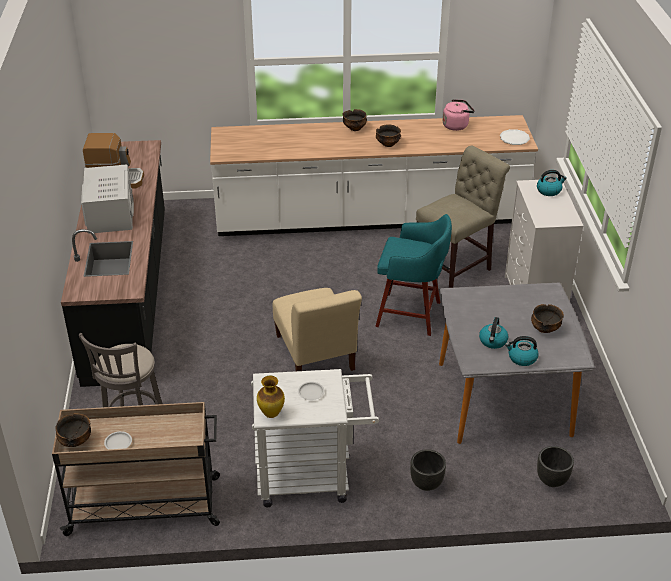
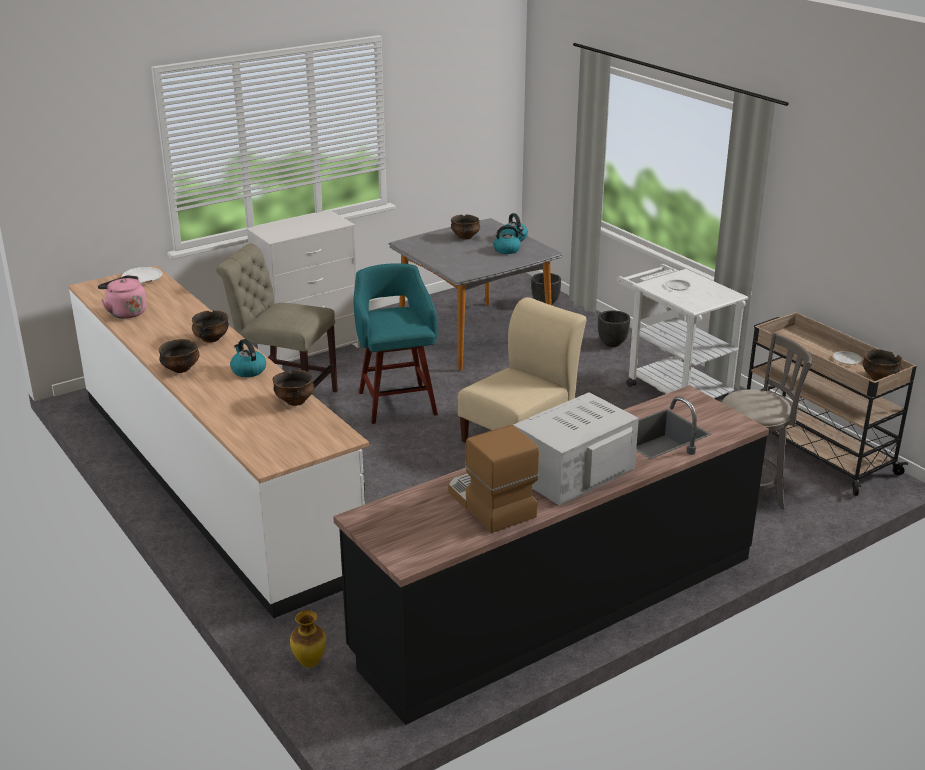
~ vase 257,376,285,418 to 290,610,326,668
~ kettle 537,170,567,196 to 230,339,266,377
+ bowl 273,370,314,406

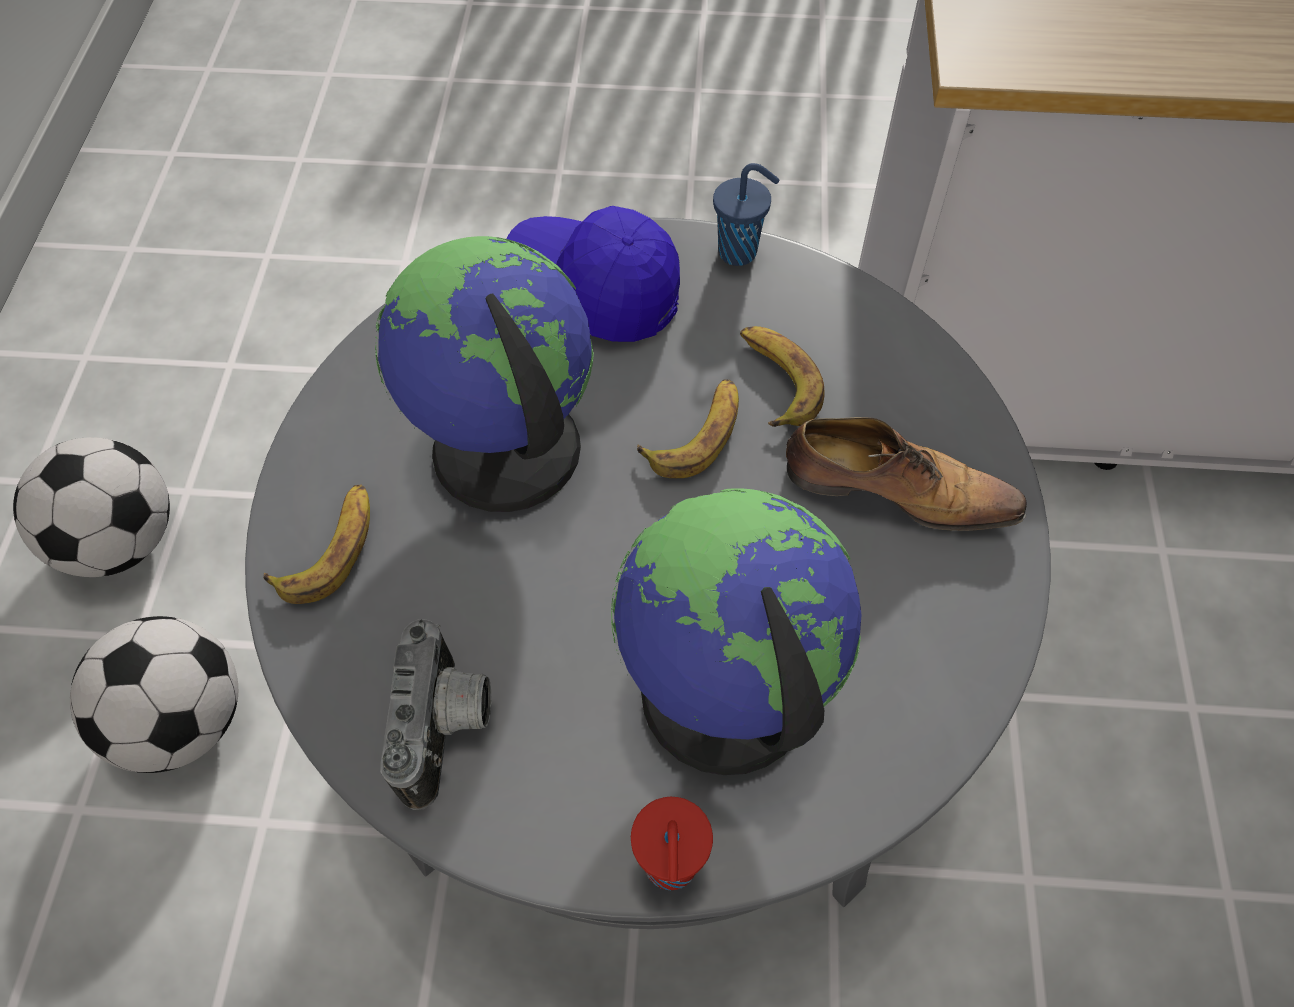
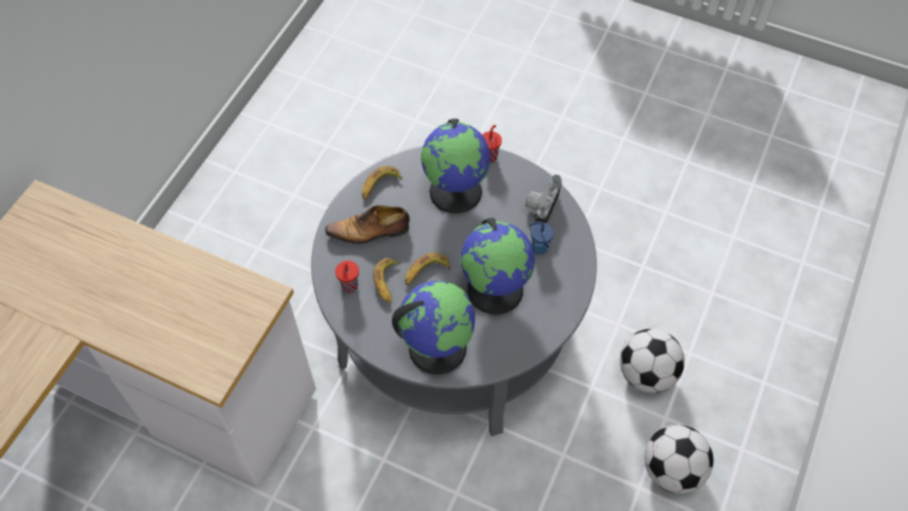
~ banana 263,485,370,604 to 362,166,402,200
~ blue cap 506,206,680,342 to globe 392,281,475,375
~ blue cup 713,163,779,266 to 529,221,554,255
~ shoe 786,417,1027,531 = 325,205,410,244 45 degrees counterclockwise
+ red cup 335,261,359,293

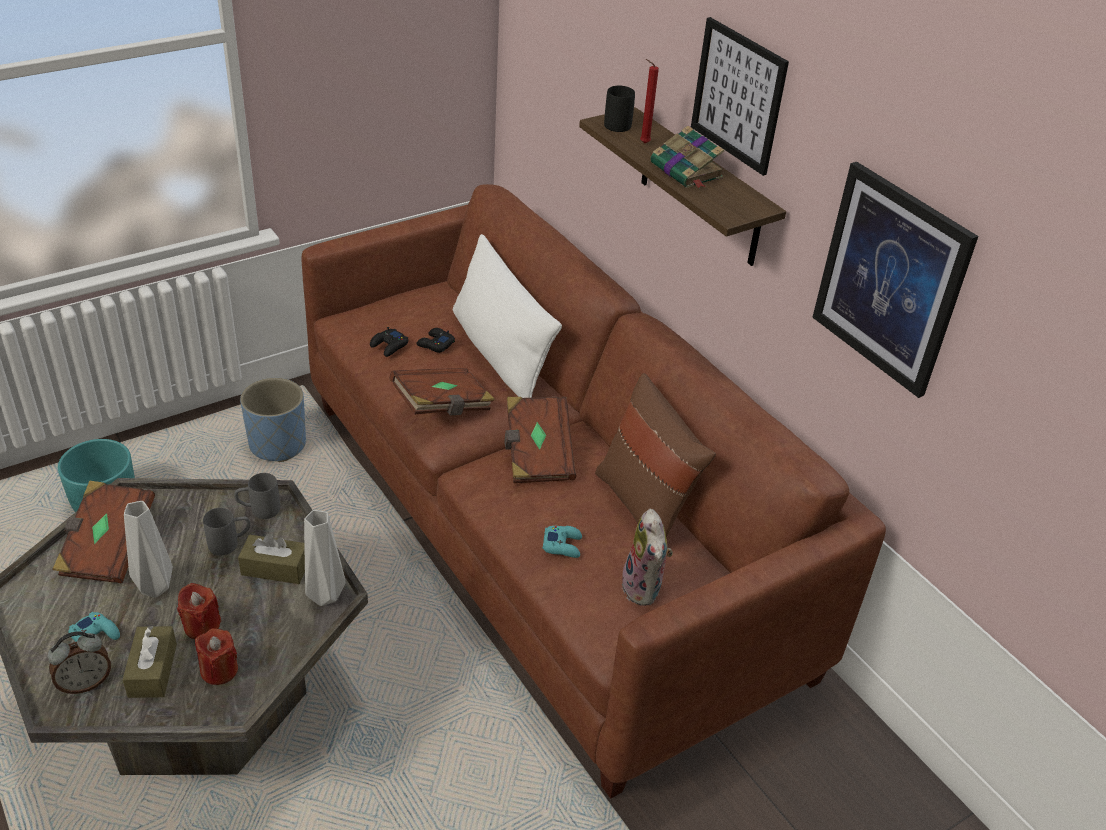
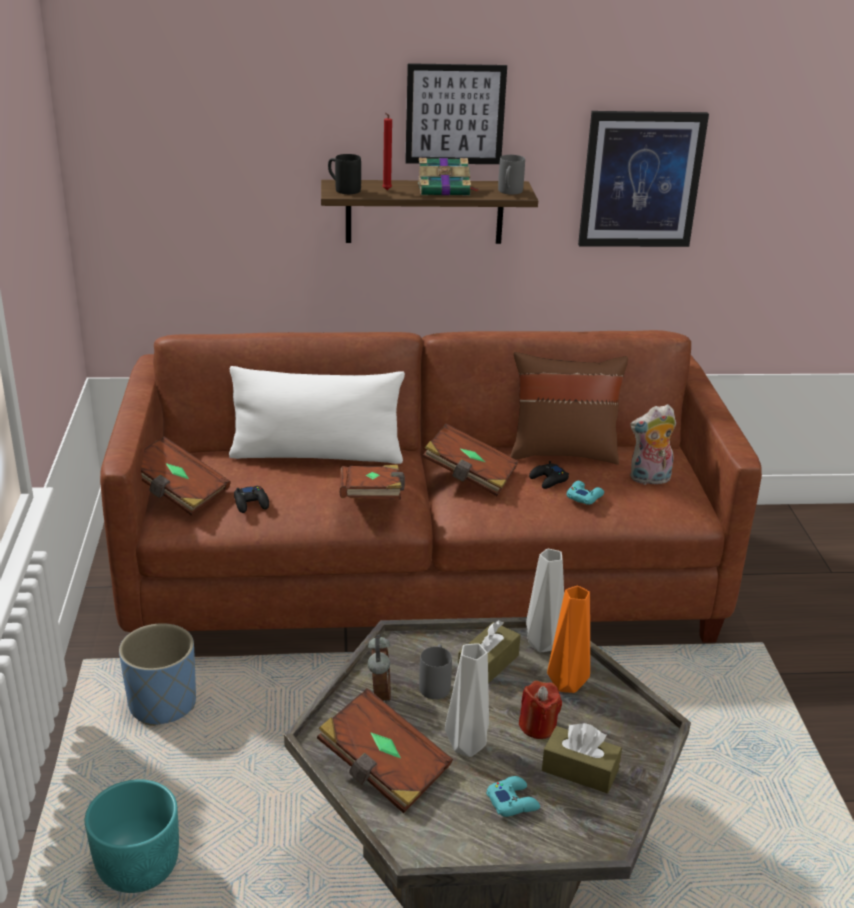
~ alarm clock 47,631,111,694 to 368,635,391,702
- red candle 195,628,238,685
~ grey mug 234,473,280,519 to 498,155,525,195
~ black game controller 416,328,455,353 to 529,461,569,489
~ plush toy 621,509,673,606 = 630,404,676,485 150 degrees clockwise
+ brown book 141,437,231,516
+ orange vase 547,586,590,693

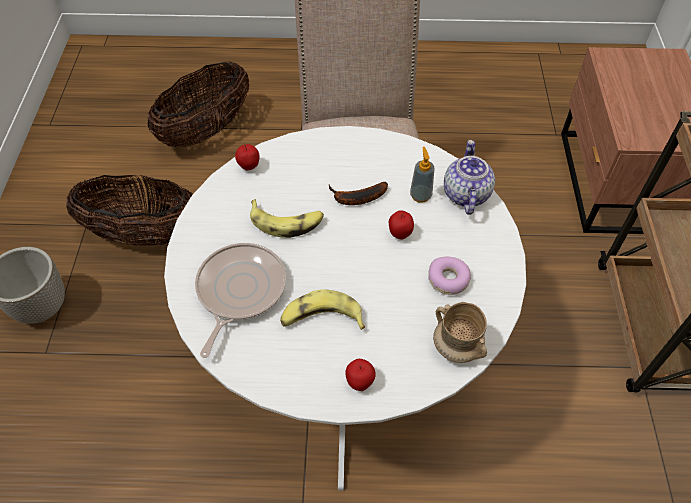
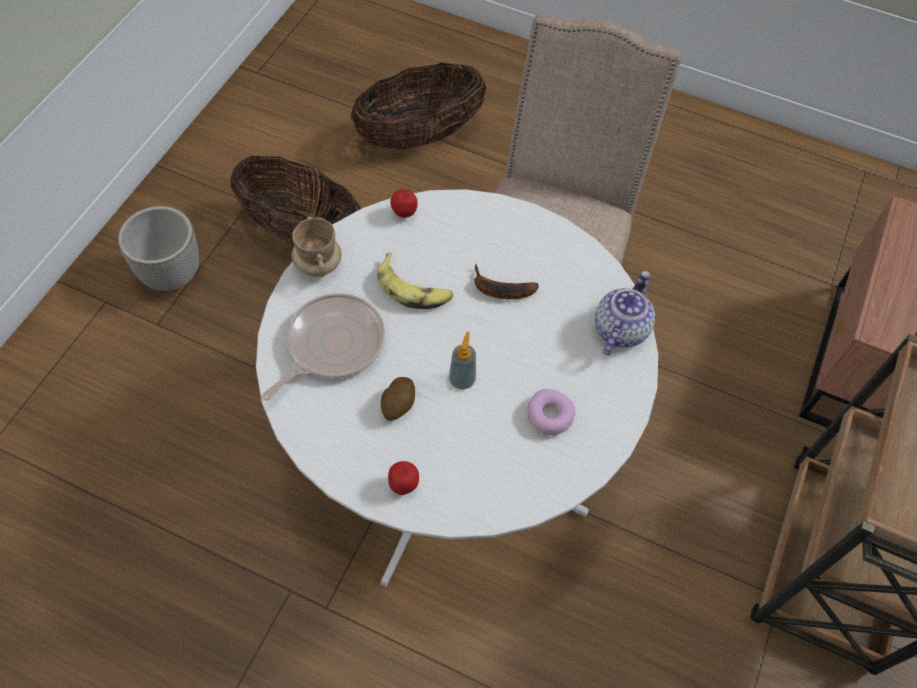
~ banana 280,289,365,330 to potato 381,377,415,421
- apple 389,210,414,240
~ soap dispenser 410,147,434,203 to 449,332,476,389
~ beige mug 433,302,487,363 to 292,217,342,277

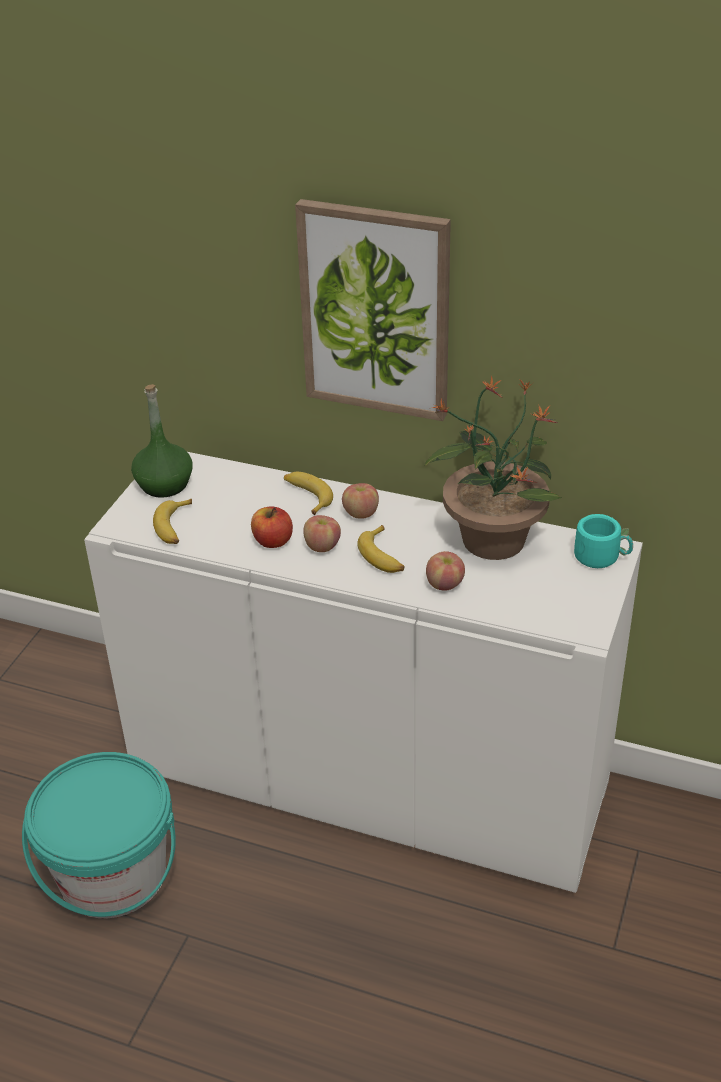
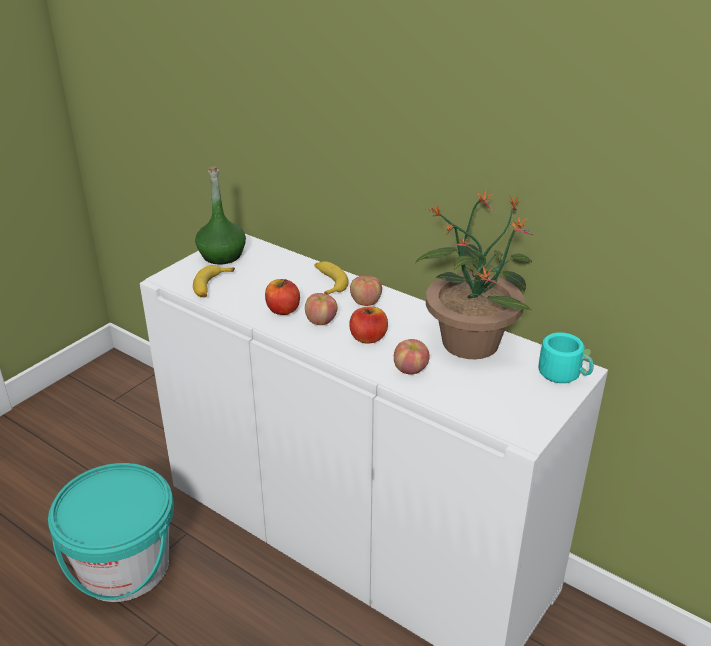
- picture 295,199,451,421
~ banana 357,525,404,573 to apple 349,306,388,343

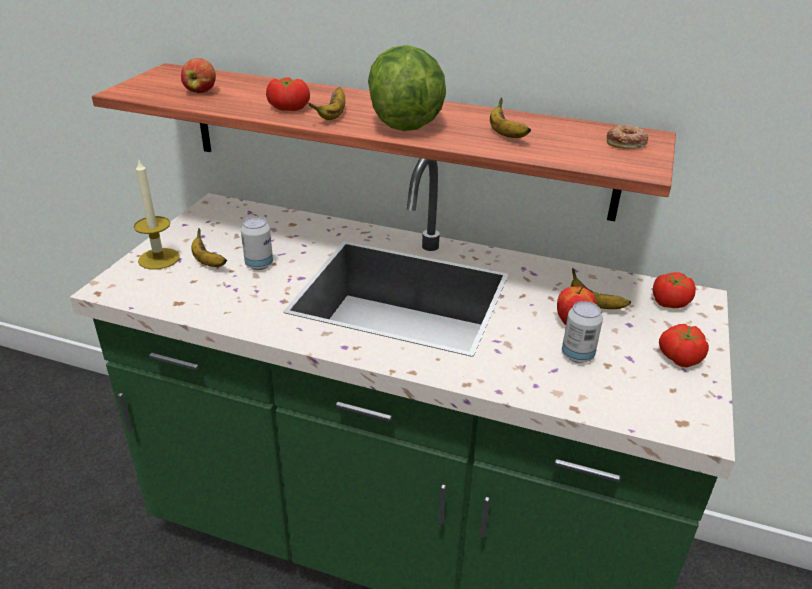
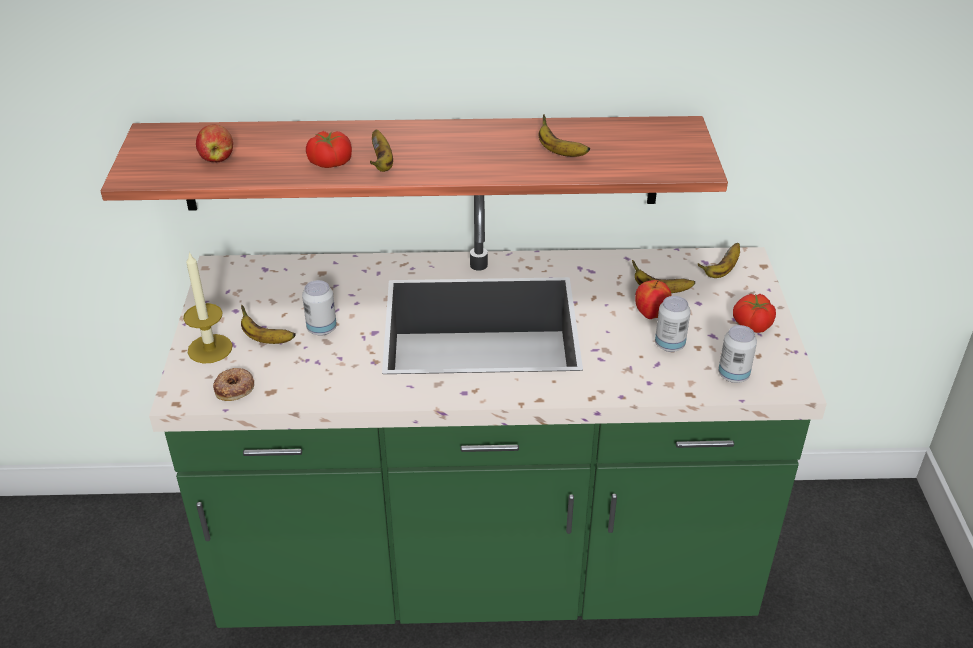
- lettuce 368,45,446,131
~ donut 607,125,648,149 to 213,368,254,401
~ tomato 653,272,696,308 to banana 698,243,740,278
+ can 718,325,757,383

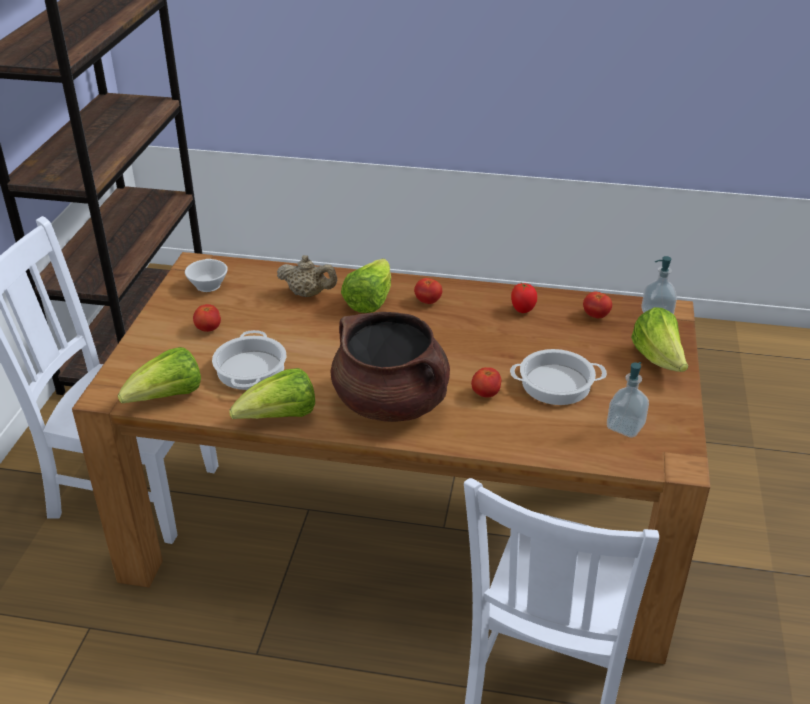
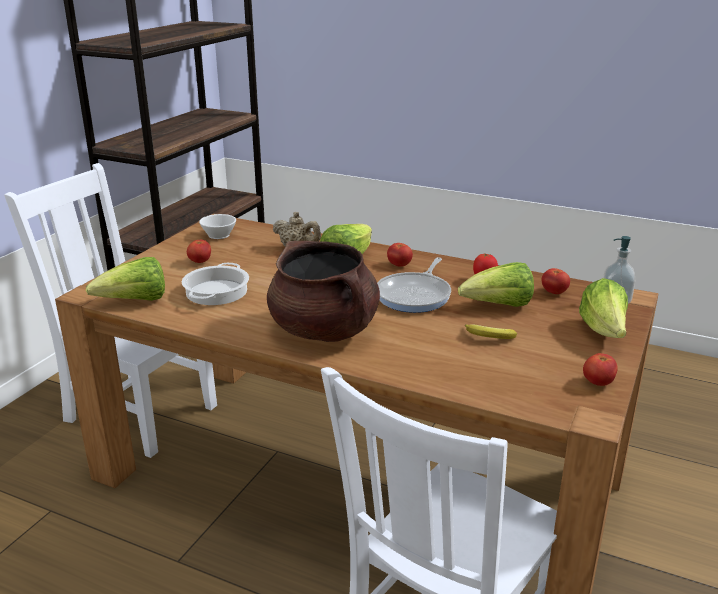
~ lettuce 229,368,315,419 to 458,262,534,307
~ tomato 471,367,502,397 to 583,353,618,386
~ cooking pot 510,349,607,405 to banana 465,324,517,339
- soap dispenser 607,362,649,438
+ frying pan 377,257,451,313

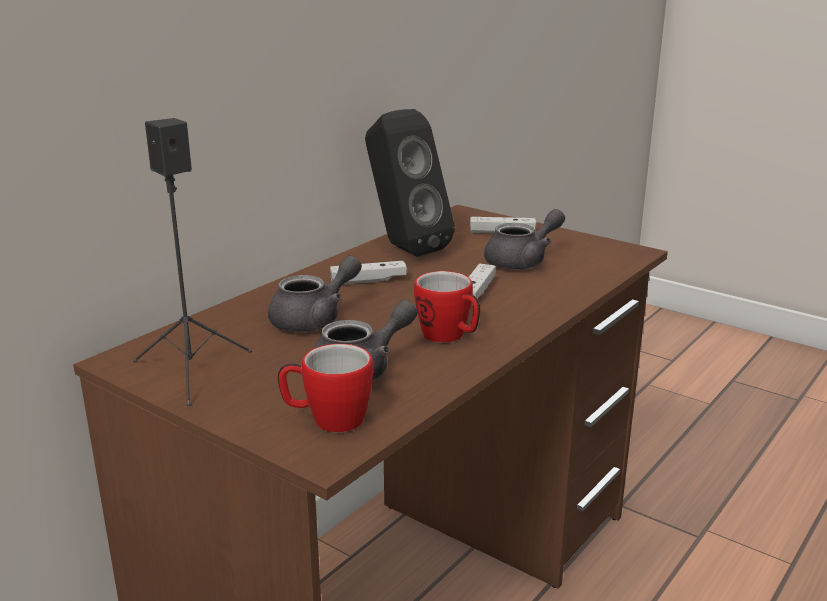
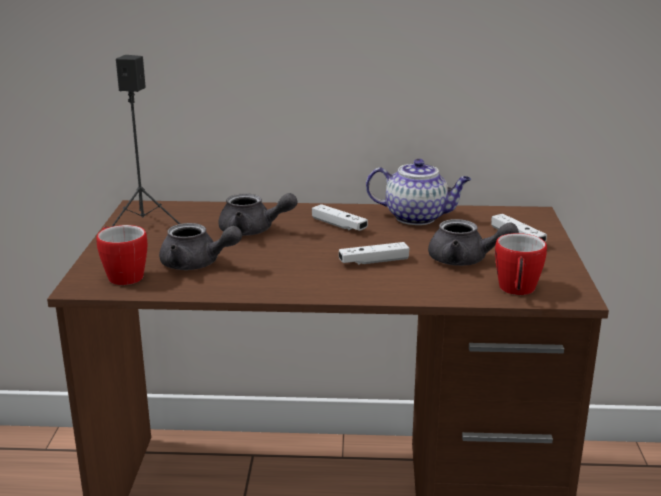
~ black speaker 365,109,455,257 to teapot 366,159,471,225
~ mug 414,271,480,343 to 495,233,547,295

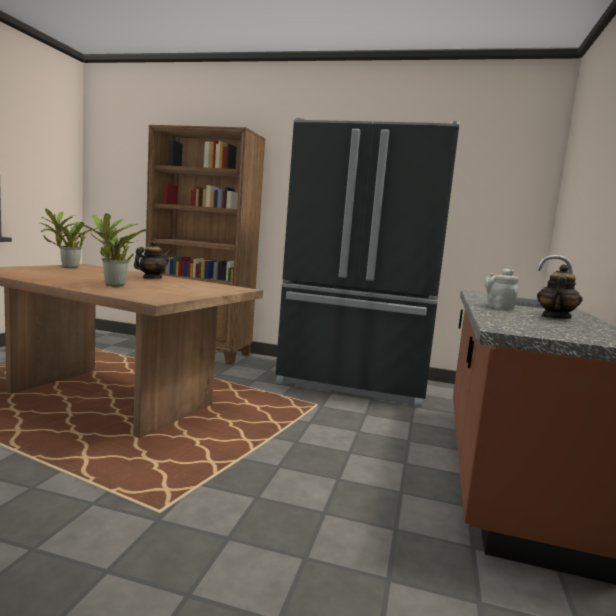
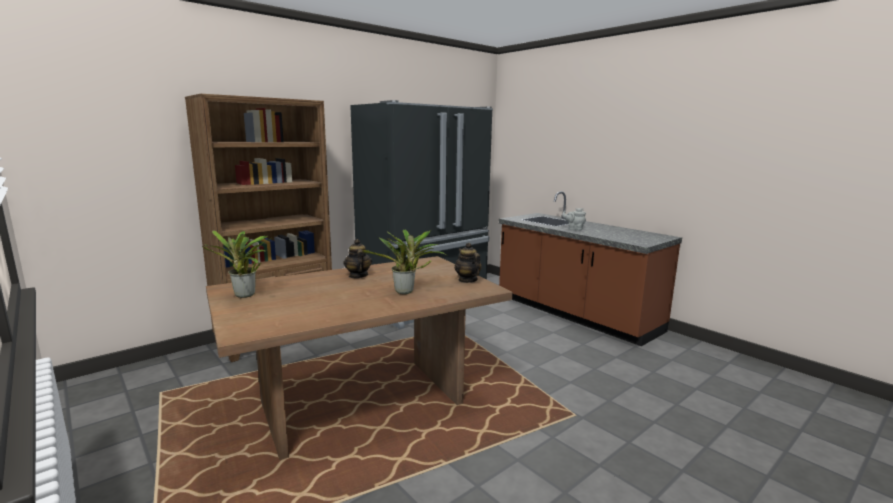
~ teapot 537,264,583,319 to 455,243,482,283

